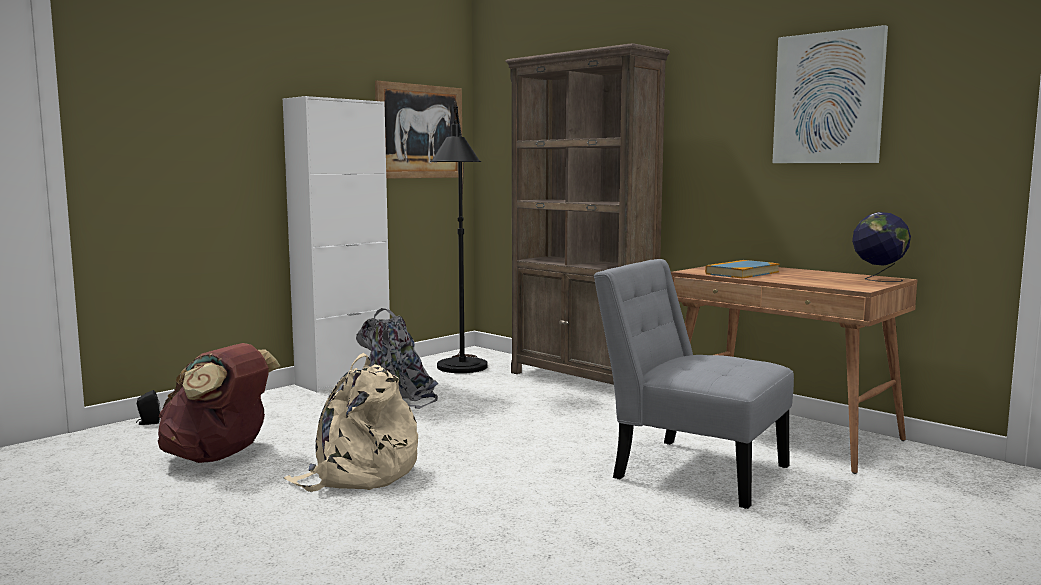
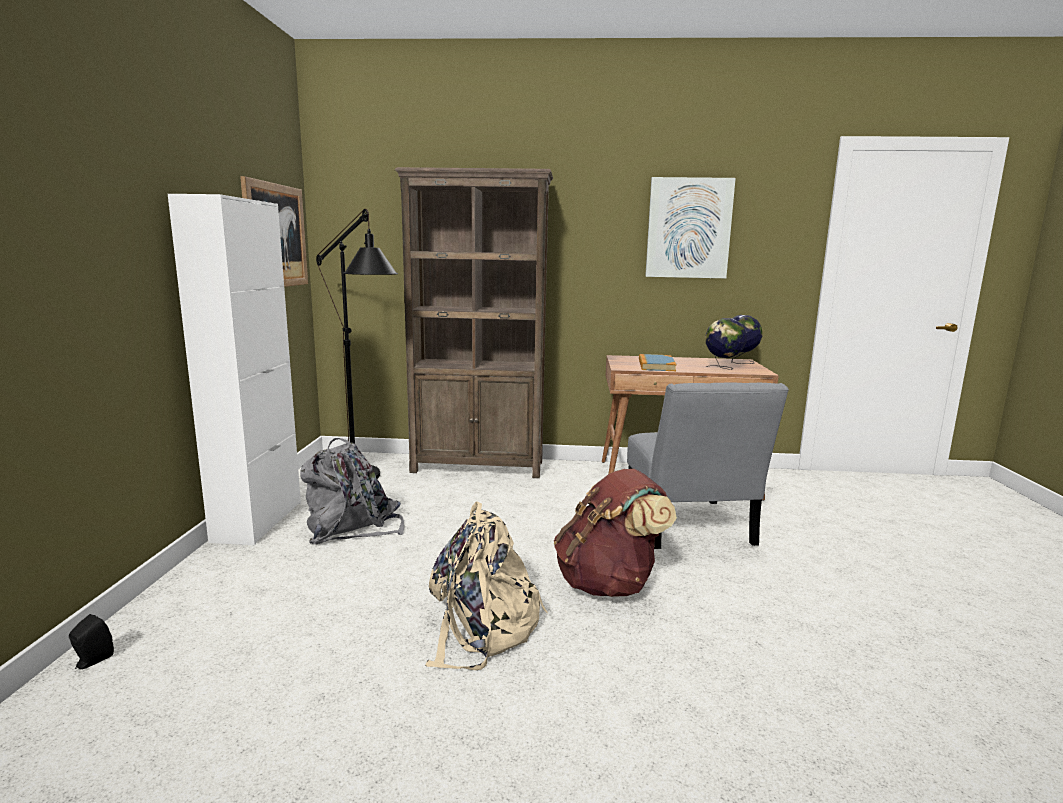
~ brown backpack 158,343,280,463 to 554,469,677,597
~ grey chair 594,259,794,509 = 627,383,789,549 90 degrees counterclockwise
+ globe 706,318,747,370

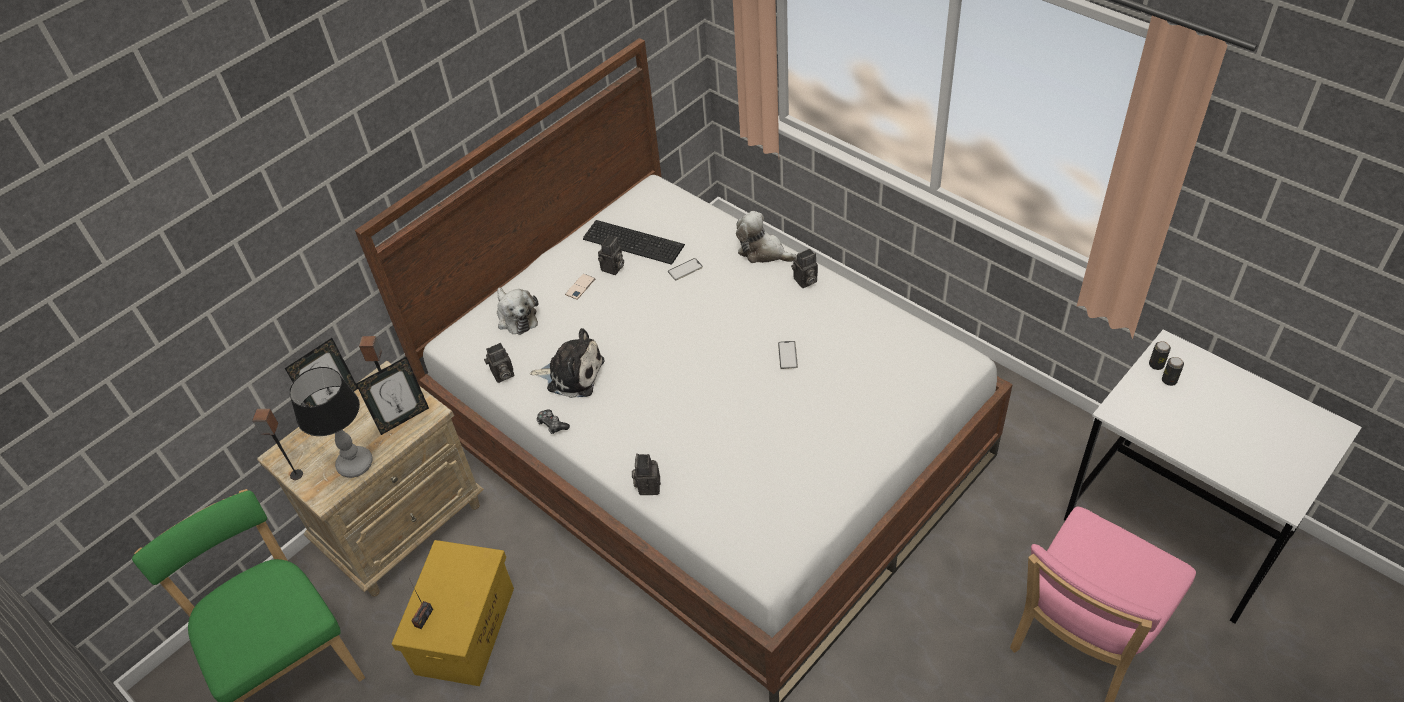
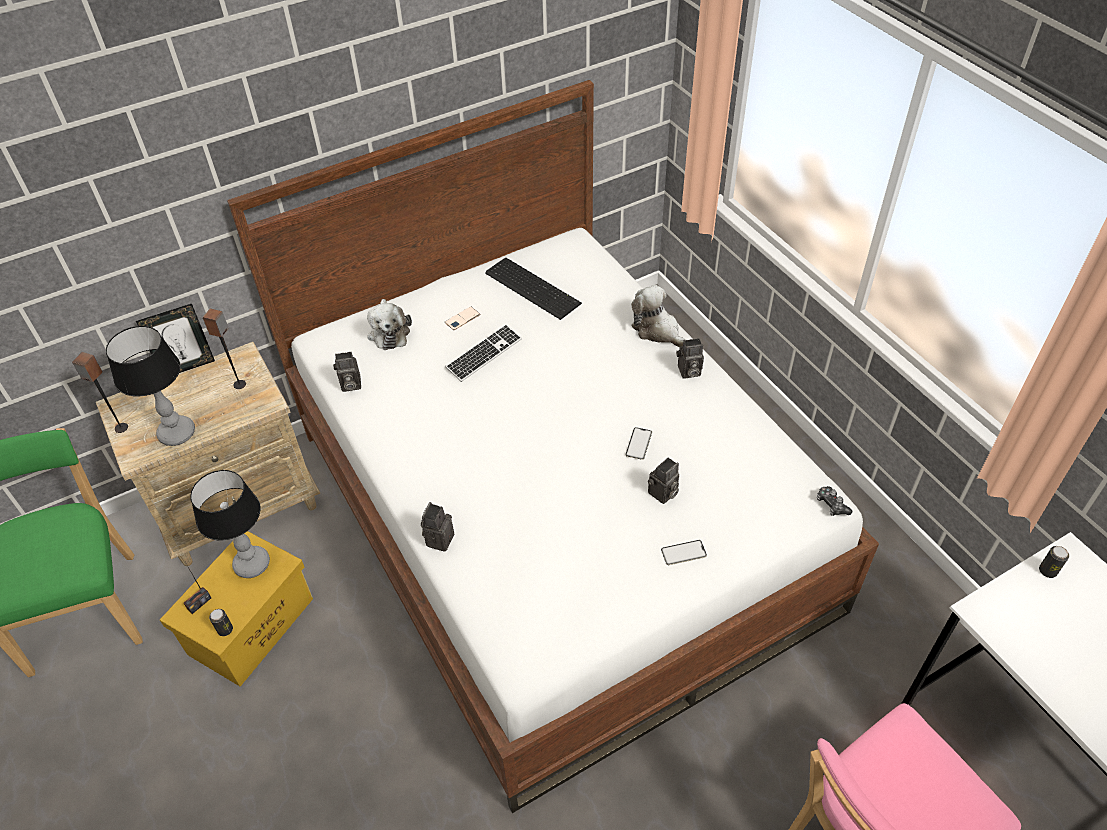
- picture frame 356,357,429,435
- plush toy 530,328,604,398
~ game controller 536,409,570,434 to 817,486,852,516
~ photo camera 598,236,624,275 to 648,458,679,504
~ phone 668,258,703,280 to 661,540,707,565
~ can 1162,357,1184,386 to 209,609,233,636
+ table lamp 190,470,270,578
+ keyboard 445,324,522,382

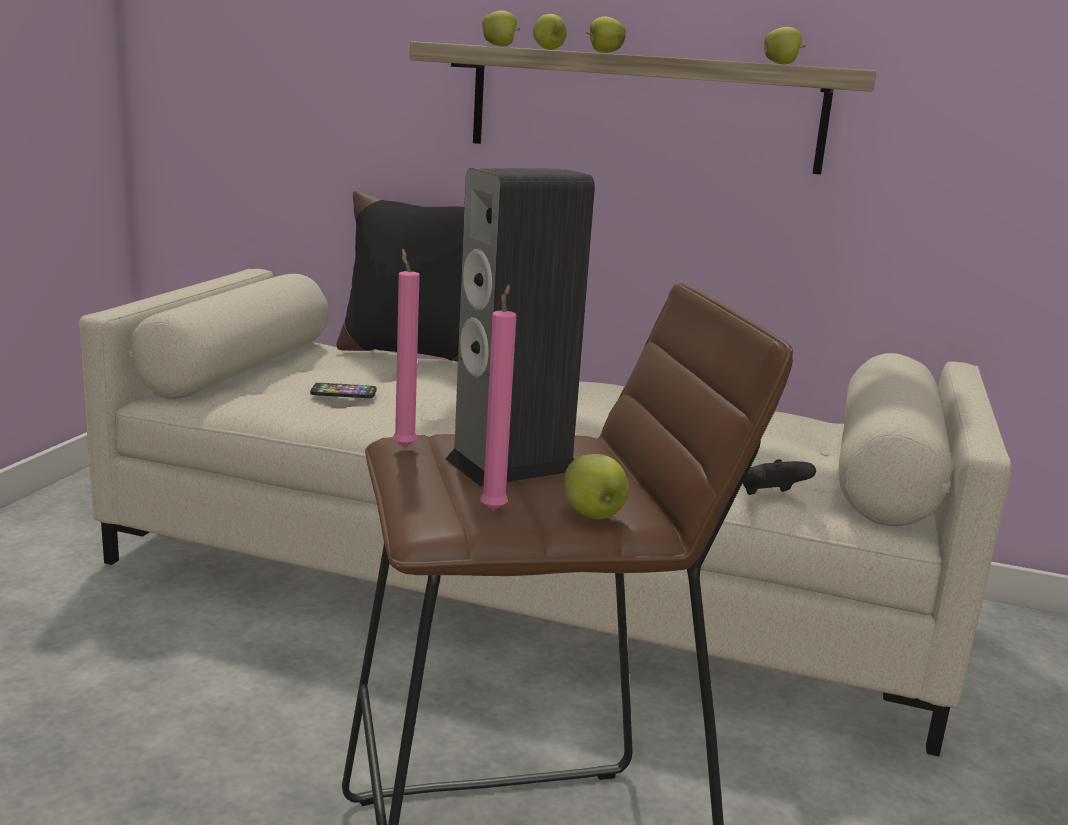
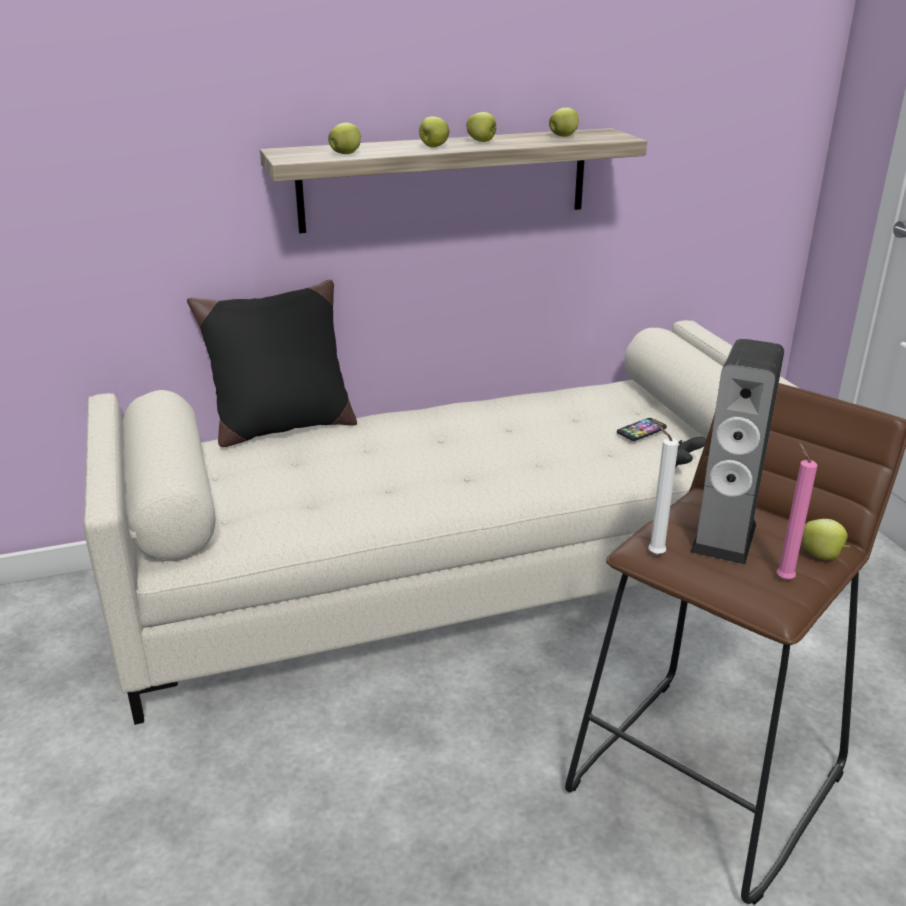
~ phone 310,383,377,398 to 617,418,667,441
~ pink candle 393,249,420,448 to white candle 648,424,679,555
~ apple 533,14,567,50 to 466,112,496,142

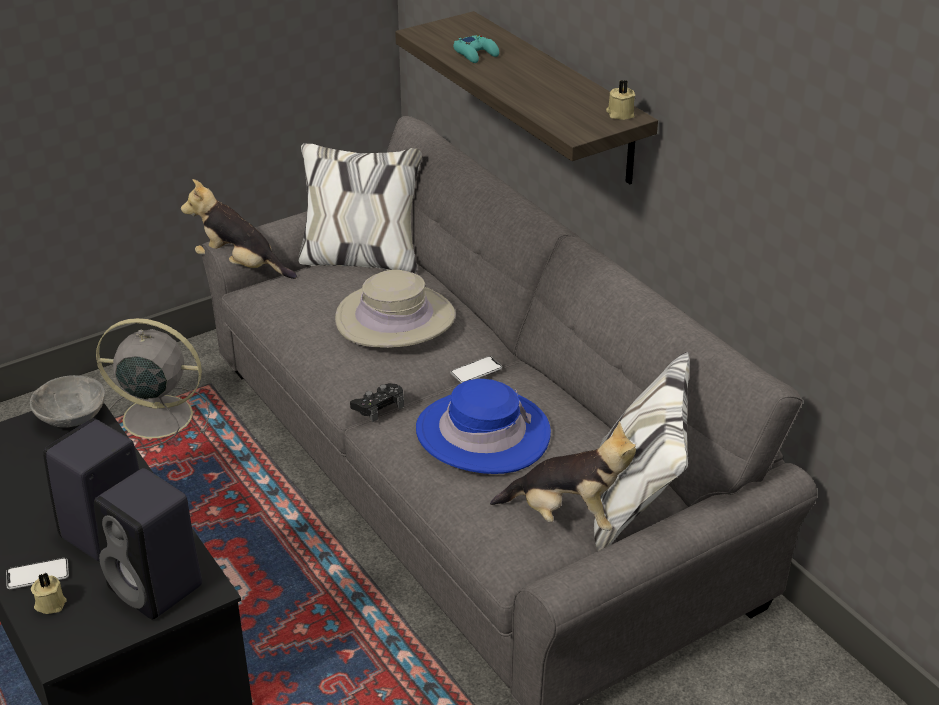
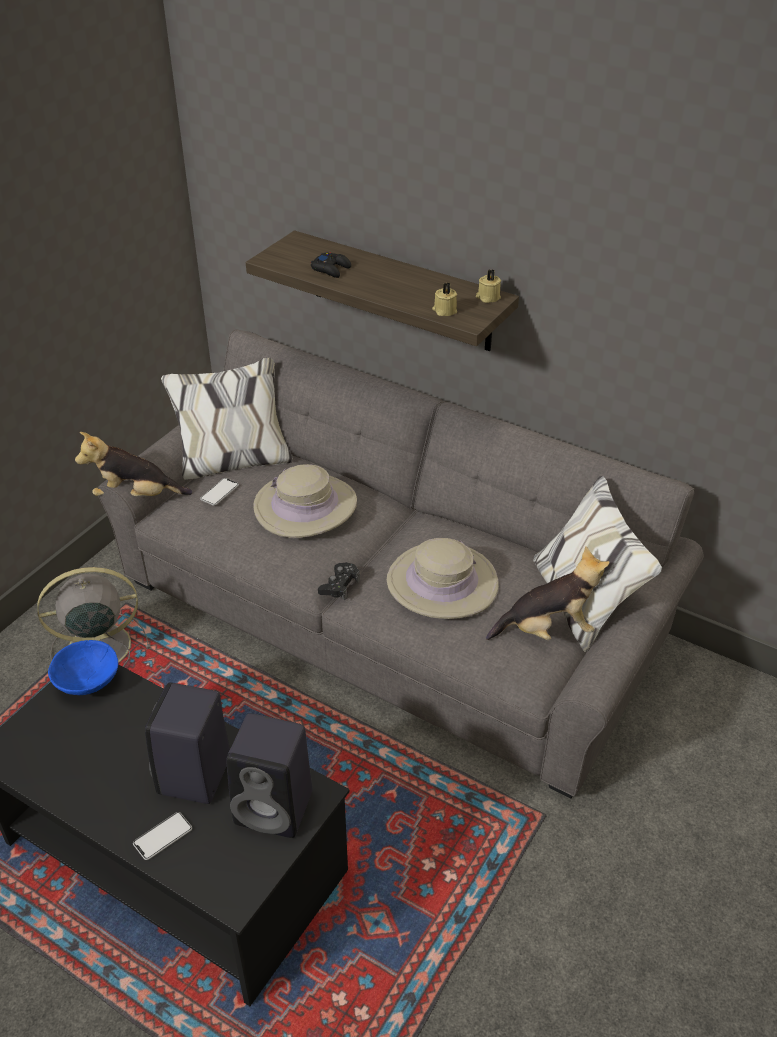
~ grey bowl 30,375,105,428 to blue bowl 48,640,118,695
~ beige candle 31,573,67,614 to 432,282,457,316
~ blue hat 416,379,551,474 to beige hat 387,538,499,619
~ phone 450,356,502,383 to 200,478,239,506
~ turquoise game controller 453,35,499,63 to black game controller 311,253,351,278

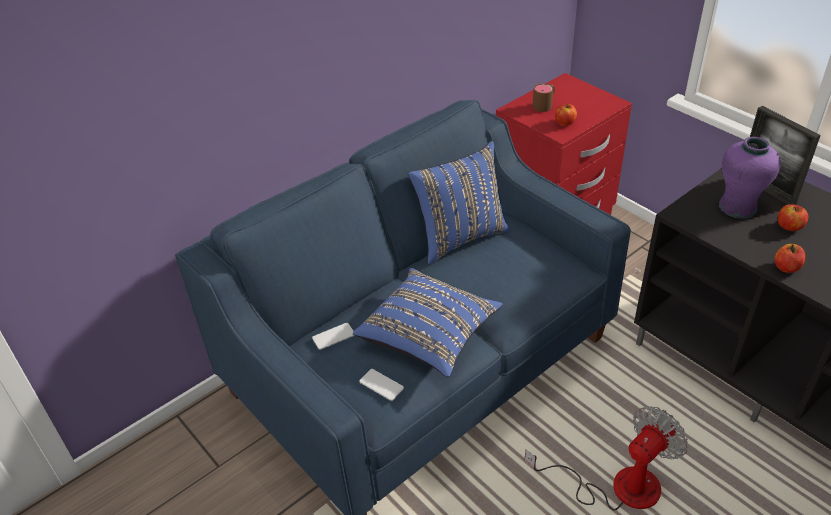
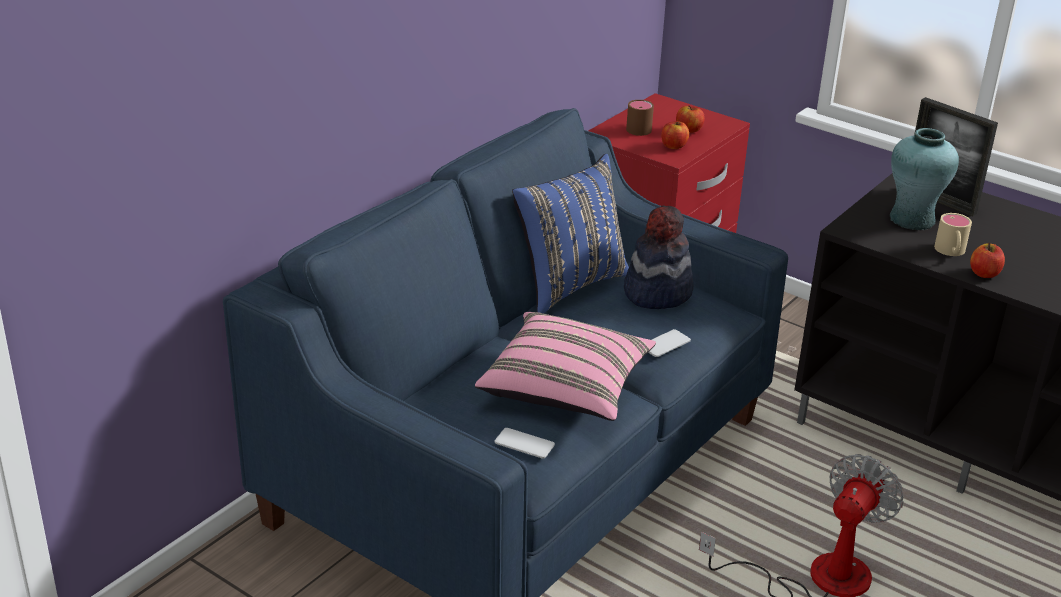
~ phone 312,323,355,350 to 648,329,691,357
~ blue pillow 353,268,503,377 to pink pillow 475,312,656,421
~ purple vase 719,137,781,219 to turquoise vase 890,128,959,230
~ apple 778,204,808,231 to 676,105,705,133
+ hat 624,206,693,309
+ beige mug 934,213,972,256

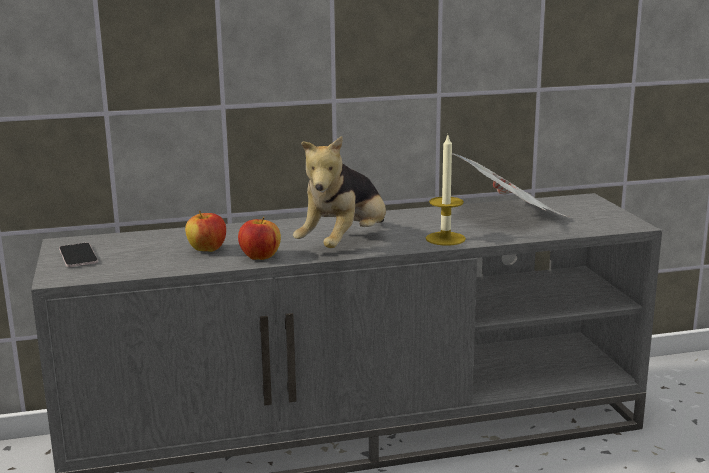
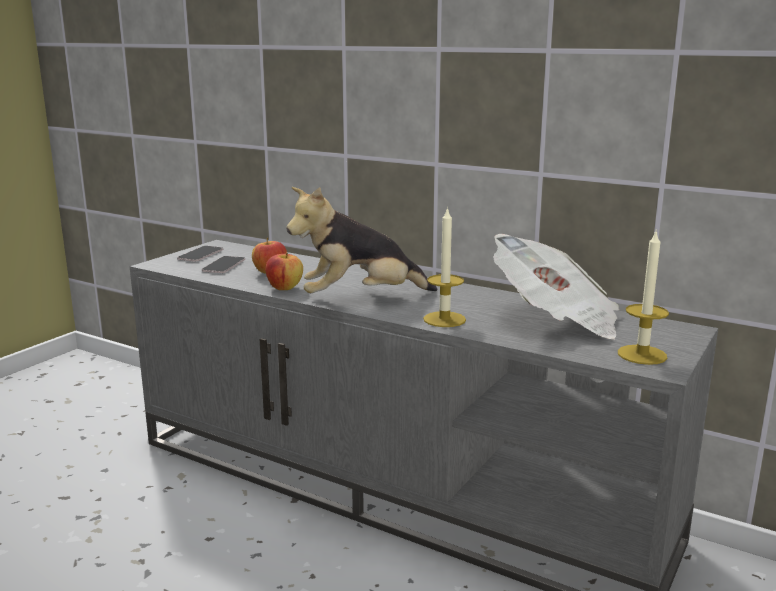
+ phone 202,256,245,273
+ candle 618,232,669,365

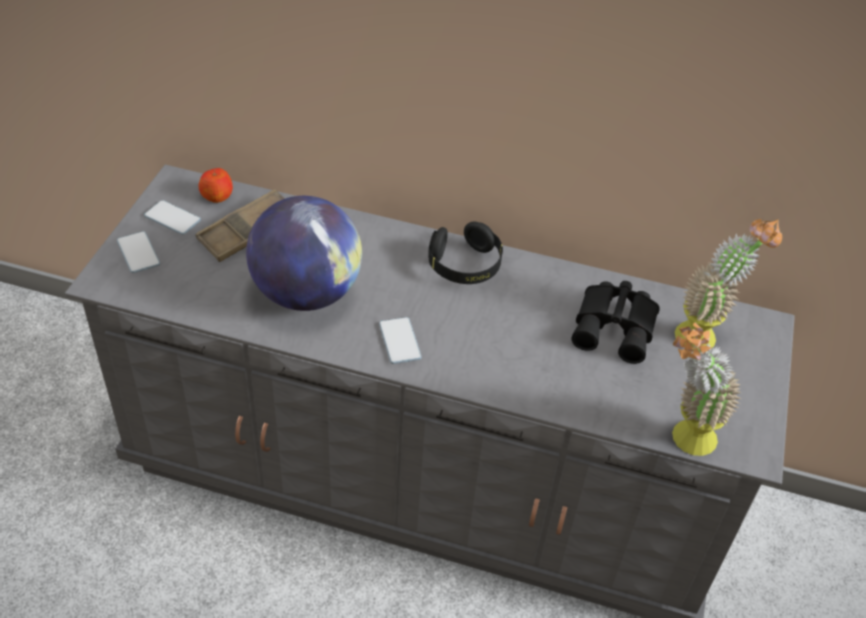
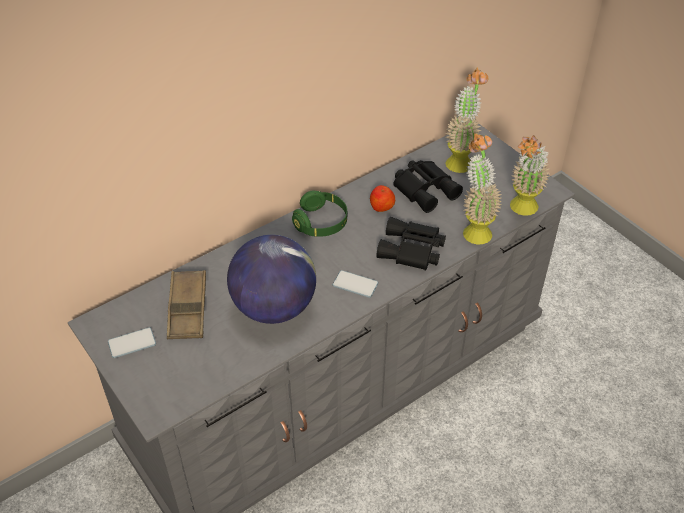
- phone 117,231,160,273
~ apple 199,168,233,203 to 370,185,395,212
~ black headphones 428,222,503,284 to green headphones 292,191,348,237
+ black binoculars 376,217,446,270
+ potted plant 463,133,502,244

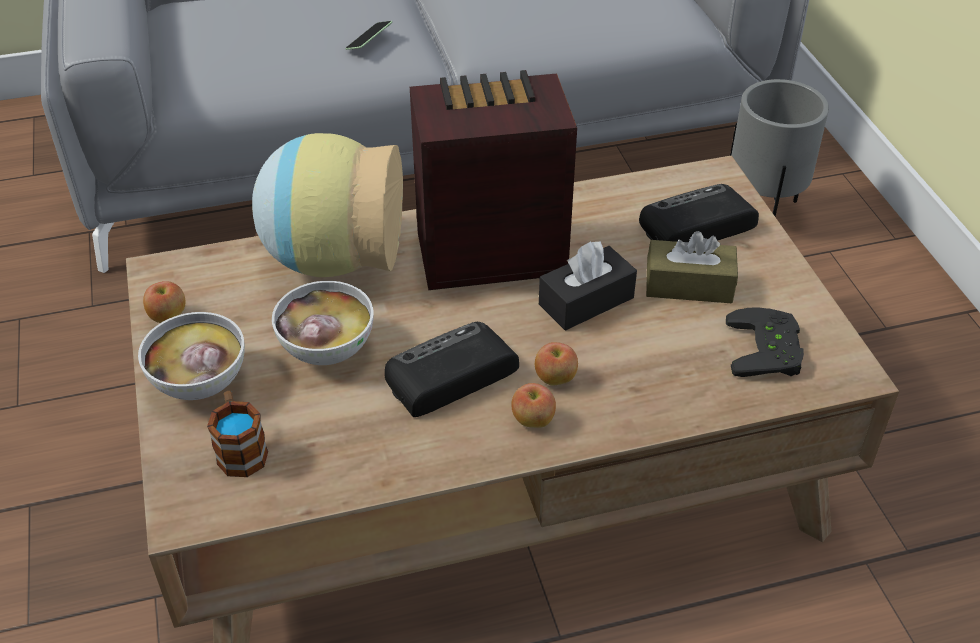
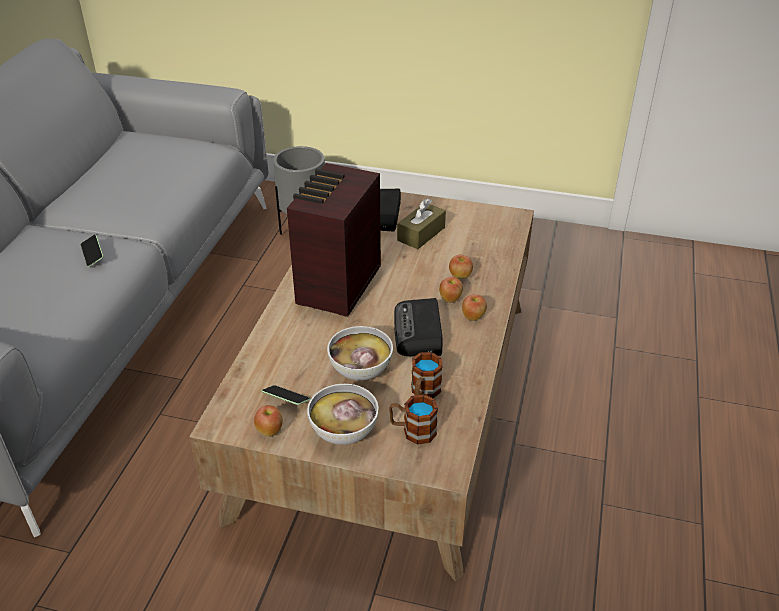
- vase 252,133,403,277
- black tissue box 539,242,637,330
- black game controller 726,307,804,377
+ phone 261,385,311,405
+ mug 411,352,443,398
+ apple 449,255,473,279

